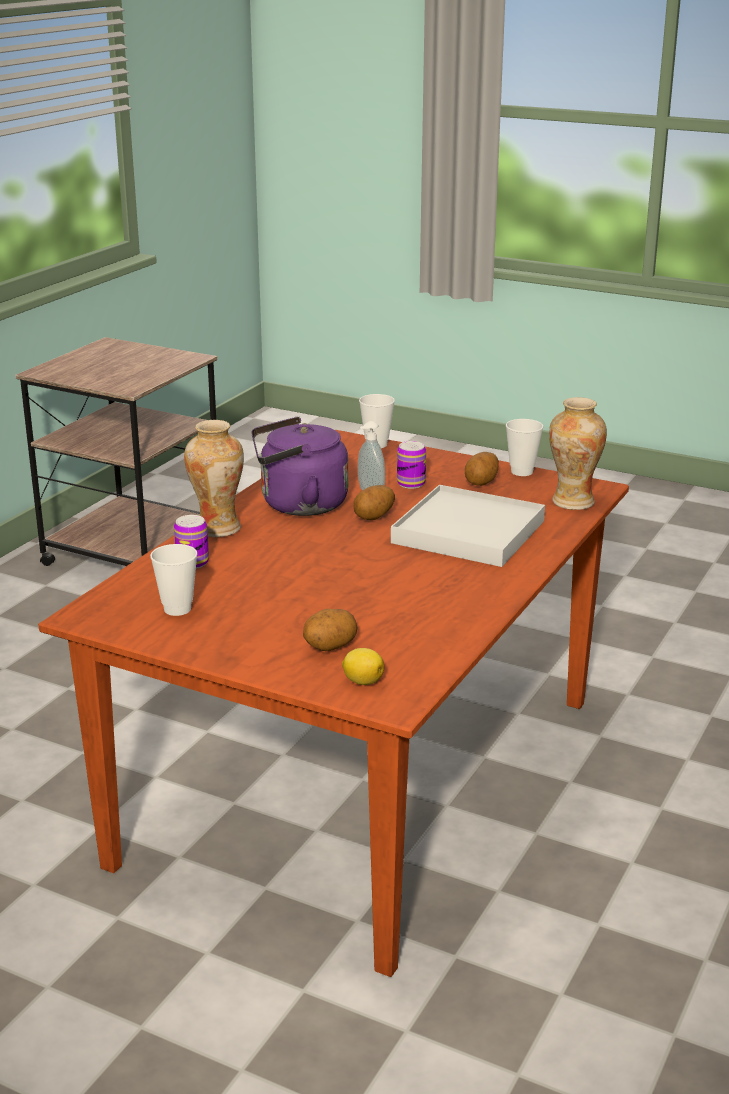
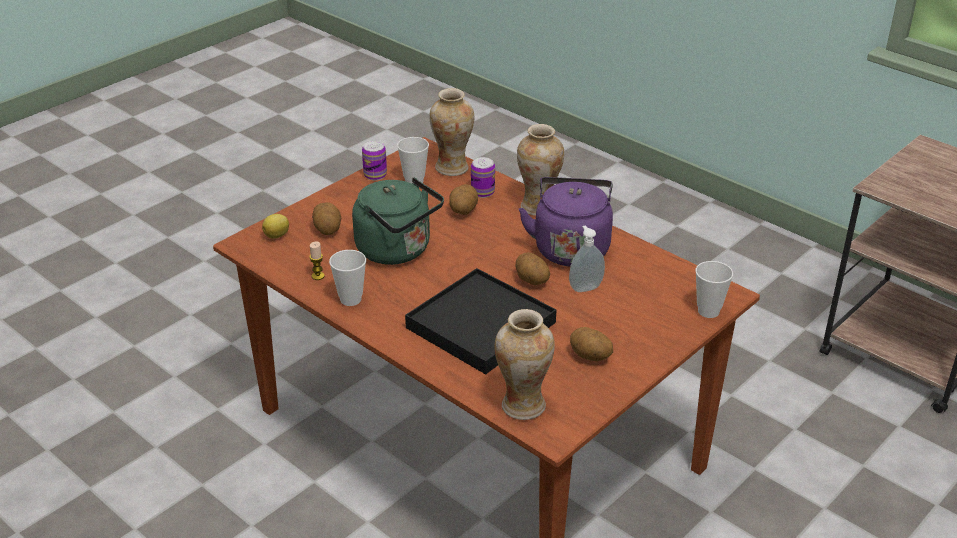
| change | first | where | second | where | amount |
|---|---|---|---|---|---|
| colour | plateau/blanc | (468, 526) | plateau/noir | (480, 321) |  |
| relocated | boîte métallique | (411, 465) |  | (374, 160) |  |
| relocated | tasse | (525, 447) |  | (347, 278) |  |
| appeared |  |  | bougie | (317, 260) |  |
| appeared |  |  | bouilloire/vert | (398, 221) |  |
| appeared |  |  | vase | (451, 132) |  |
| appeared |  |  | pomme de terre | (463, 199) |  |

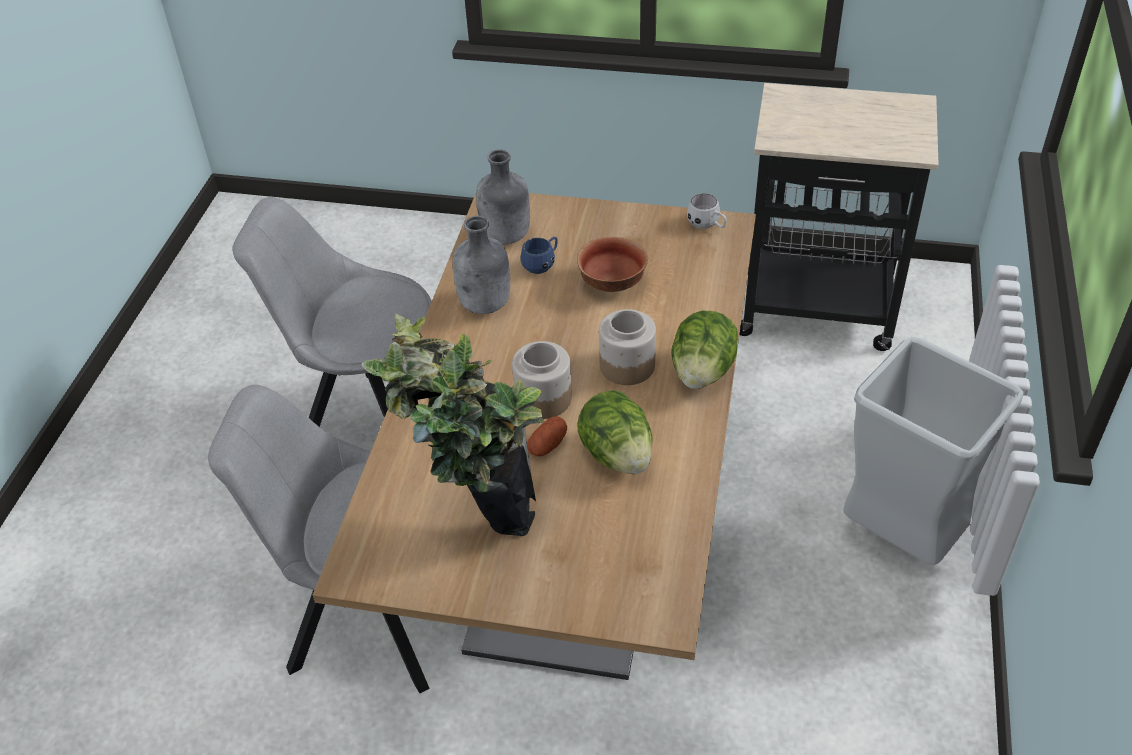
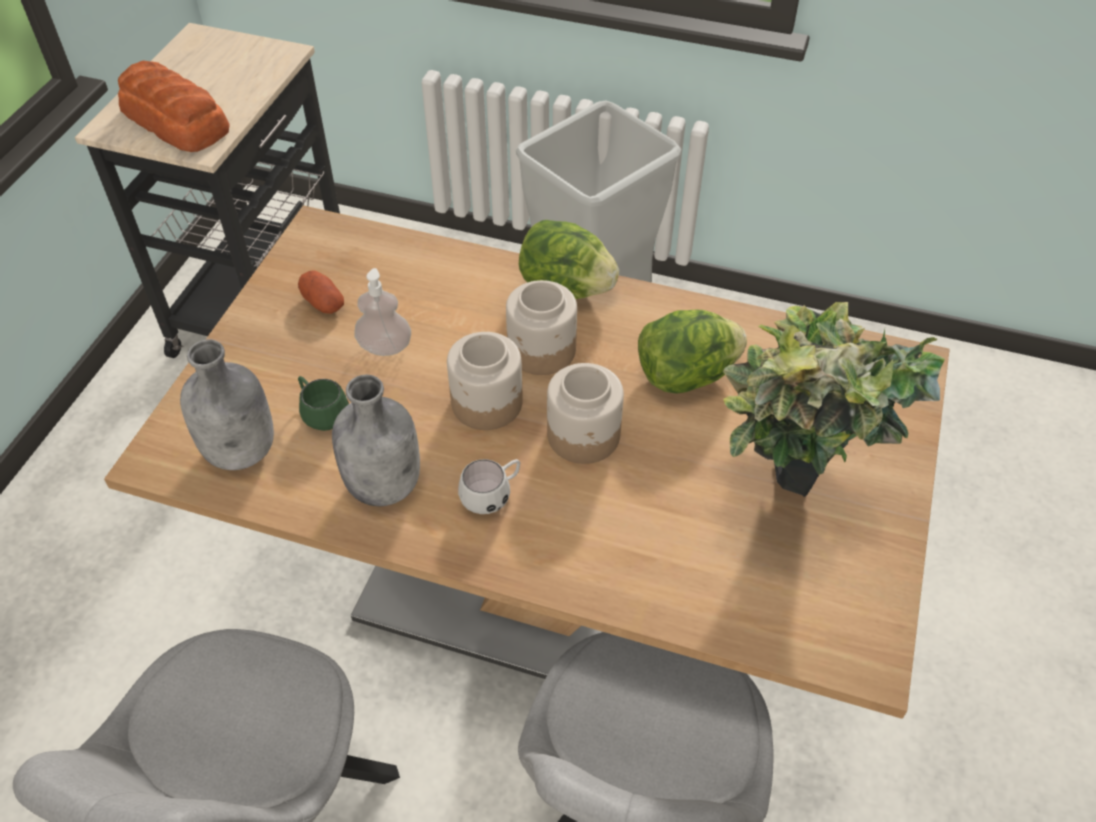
| change | first | where | second | where | amount |
|---|---|---|---|---|---|
| colour | mug/bleu | (539, 255) | mug/vert | (323, 403) |  |
| relocated | pomme de terre | (547, 436) |  | (321, 292) |  |
| exchanged | bol | (612, 264) | distributeur de savon | (382, 312) |  |
| relocated | mug/blanc | (707, 211) |  | (489, 486) |  |
| appeared |  |  | pain | (174, 106) |  |
| appeared |  |  | bocal | (485, 381) |  |

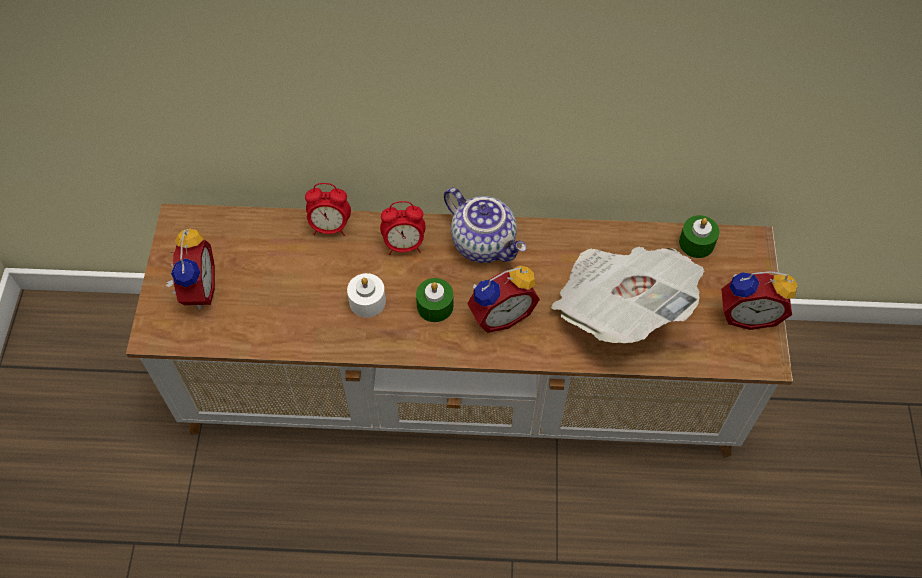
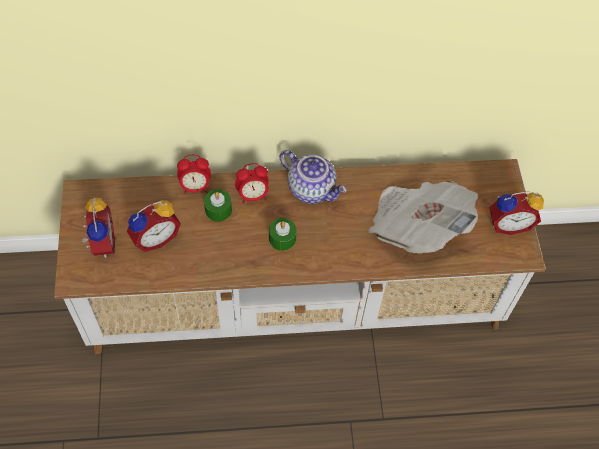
| change | first | where | second | where | amount |
|---|---|---|---|---|---|
| missing | bougie/blanc | (366, 295) |  |  |  |
| relocated | réveil | (503, 299) |  | (154, 226) |  |
| relocated | bougie/vert | (699, 236) |  | (218, 205) |  |

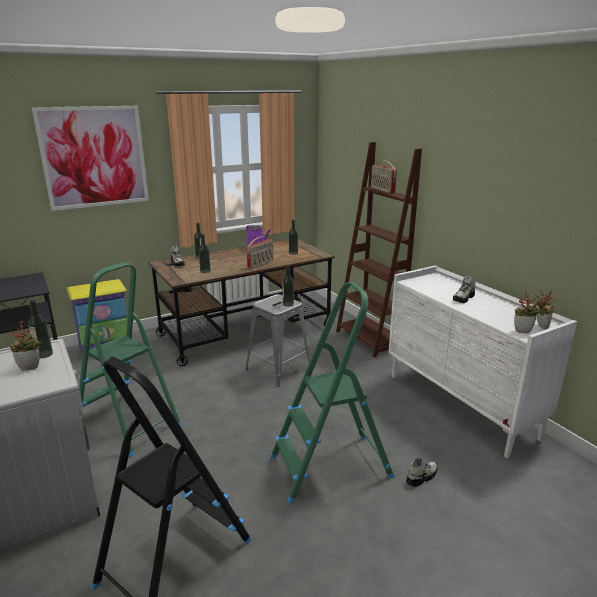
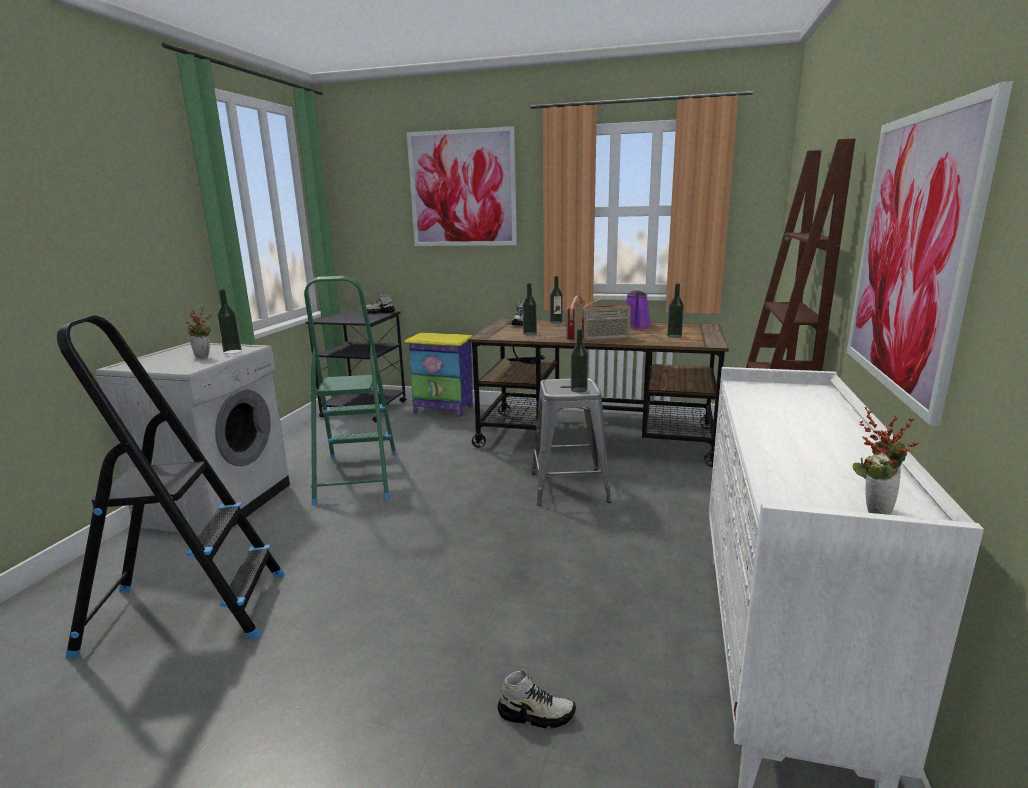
| change | first | where | second | where | amount |
|---|---|---|---|---|---|
| missing | escabeau/vert | (332, 392) |  |  |  |
| relocated | radio | (384, 177) |  | (575, 318) |  |
| relocated | chaussure | (464, 289) |  | (380, 303) |  |
| missing | plante en pot | (527, 311) |  |  |  |
| appeared |  |  | tableau | (930, 253) |  |

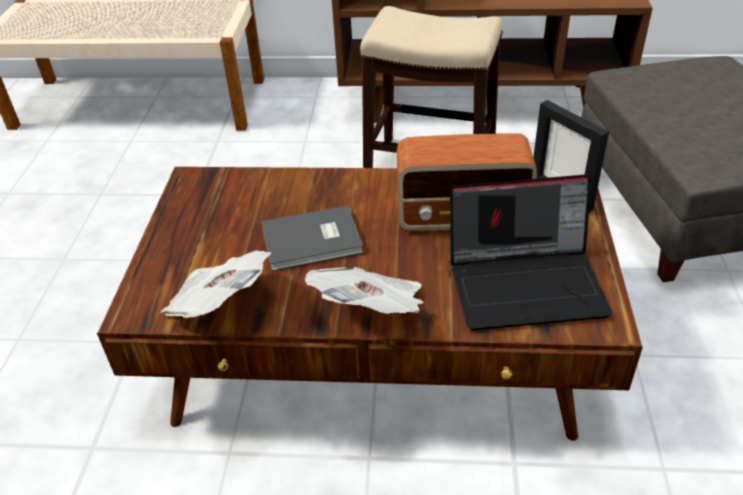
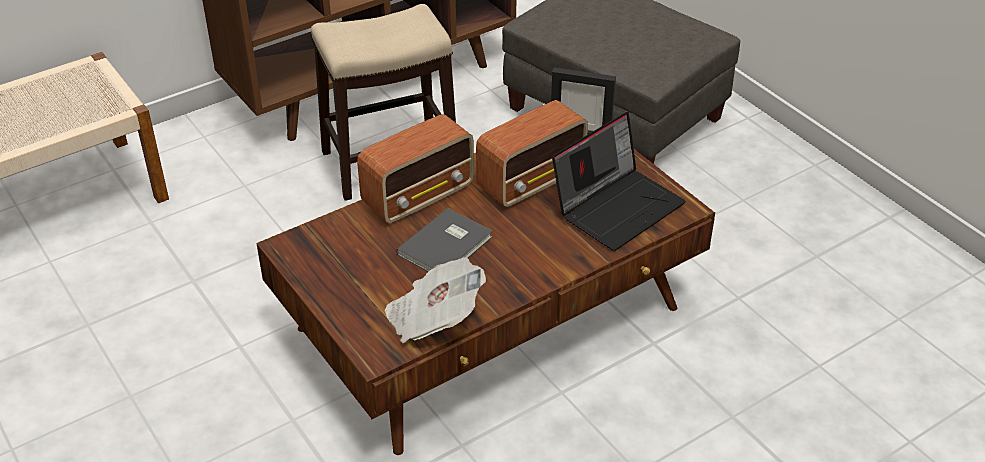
| change | first | where | second | where | amount |
|---|---|---|---|---|---|
| missing | journal | (364, 290) |  |  |  |
| appeared |  |  | radio | (415, 168) |  |

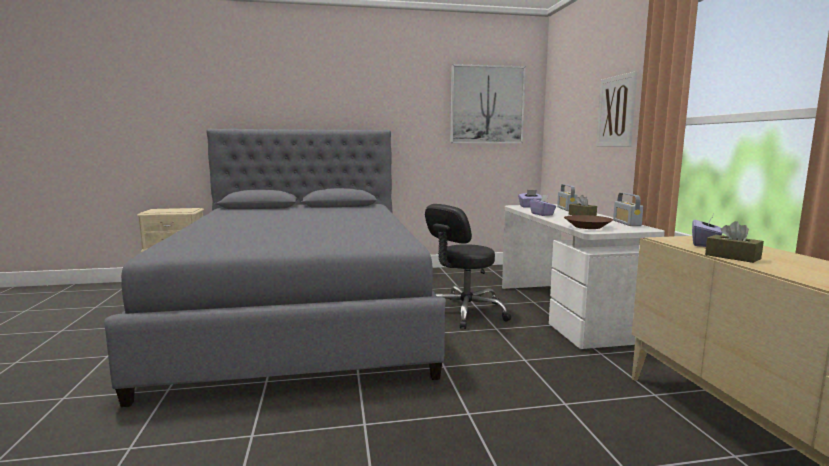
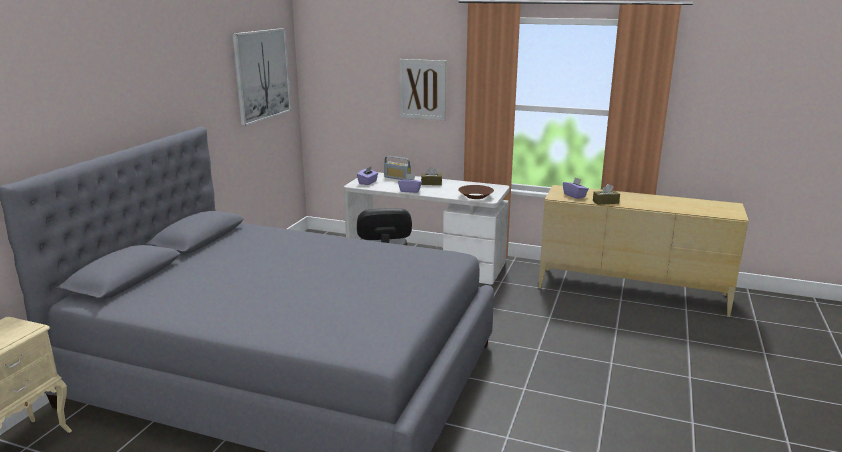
| change | first | where | second | where | amount |
|---|---|---|---|---|---|
| missing | radio | (628, 209) |  |  |  |

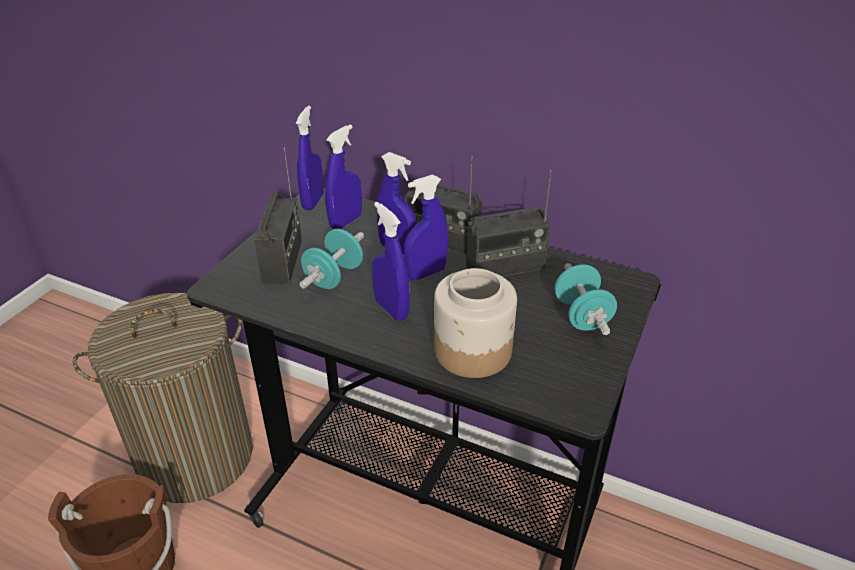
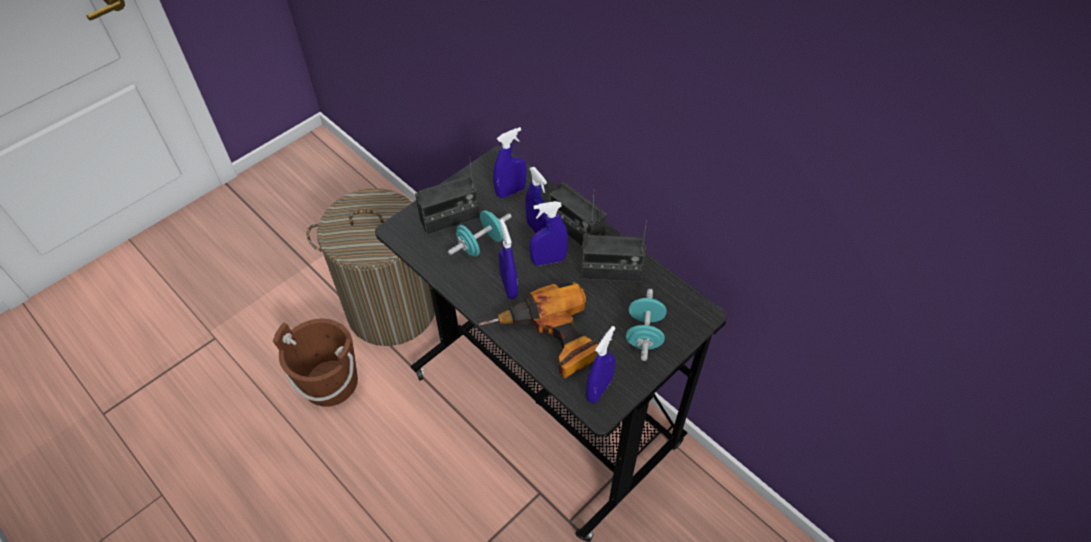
| change | first | where | second | where | amount |
|---|---|---|---|---|---|
| spun | radio | (278, 215) |  | (447, 195) | 45 degrees clockwise |
| relocated | vaporisateur/bleu | (310, 158) |  | (601, 364) |  |
| exchanged | bocal | (475, 323) | perceuse | (539, 330) |  |

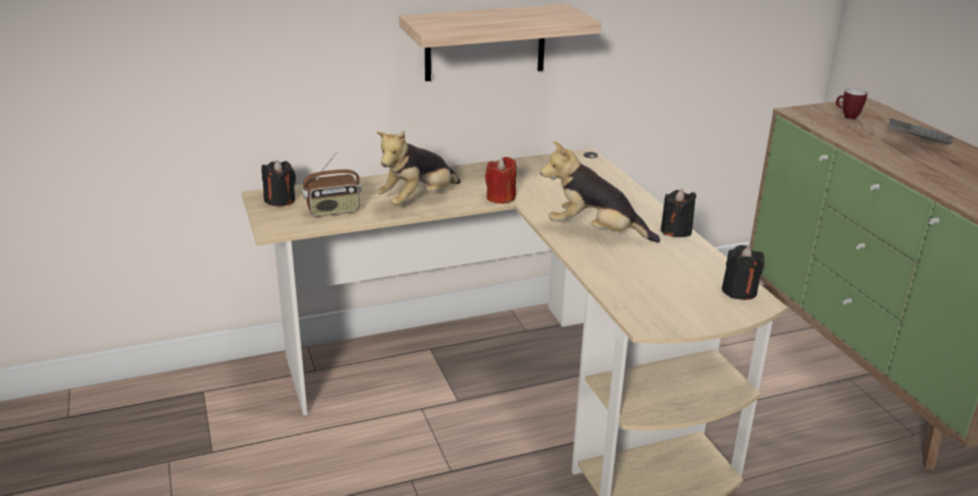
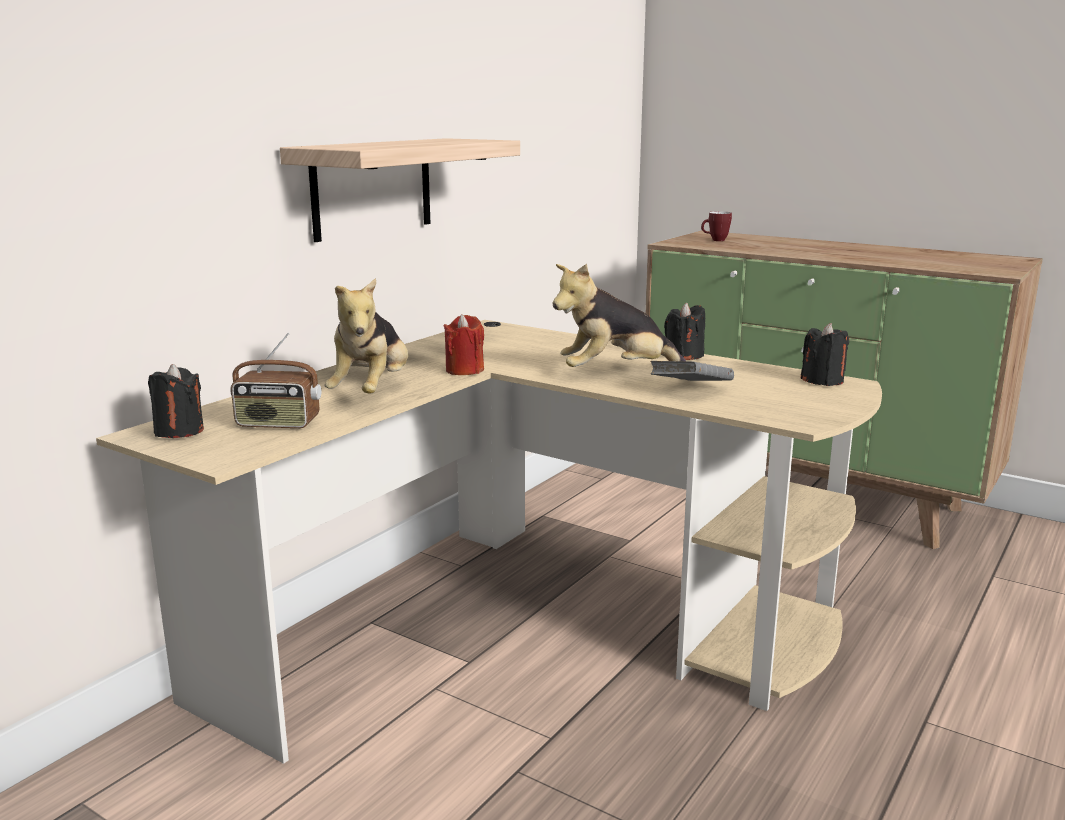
| change | first | where | second | where | amount |
|---|---|---|---|---|---|
| spun | radio | (332, 184) |  | (275, 380) | 60 degrees clockwise |
| relocated | livre/gris | (920, 131) |  | (692, 371) |  |

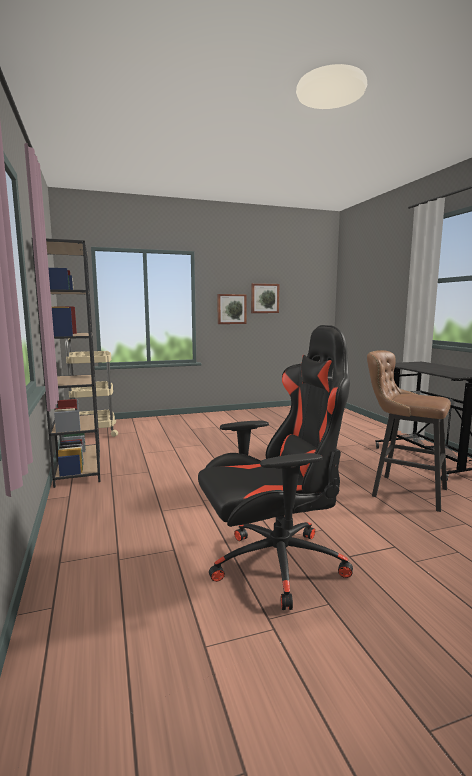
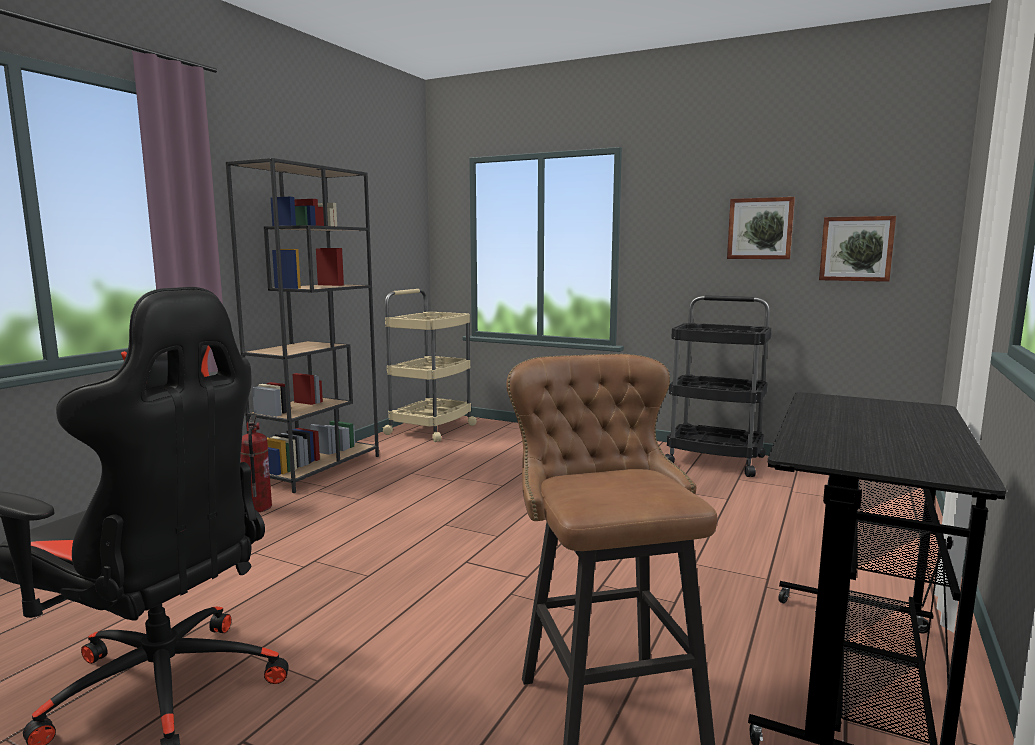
| change | first | where | second | where | amount |
|---|---|---|---|---|---|
| relocated | tableau | (232, 309) |  | (857, 249) |  |
| appeared |  |  | extincteur | (256, 463) |  |
| appeared |  |  | chariot/noir | (718, 386) |  |

